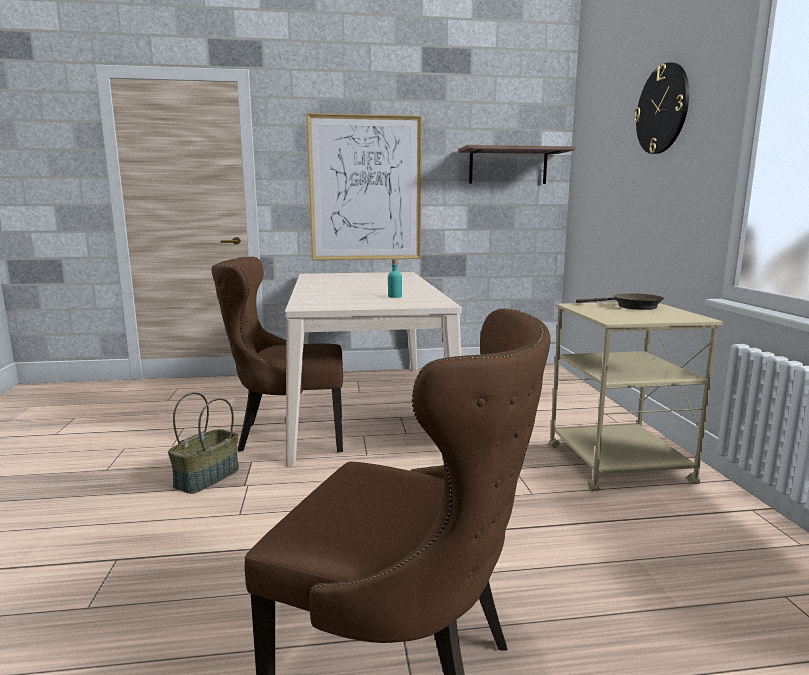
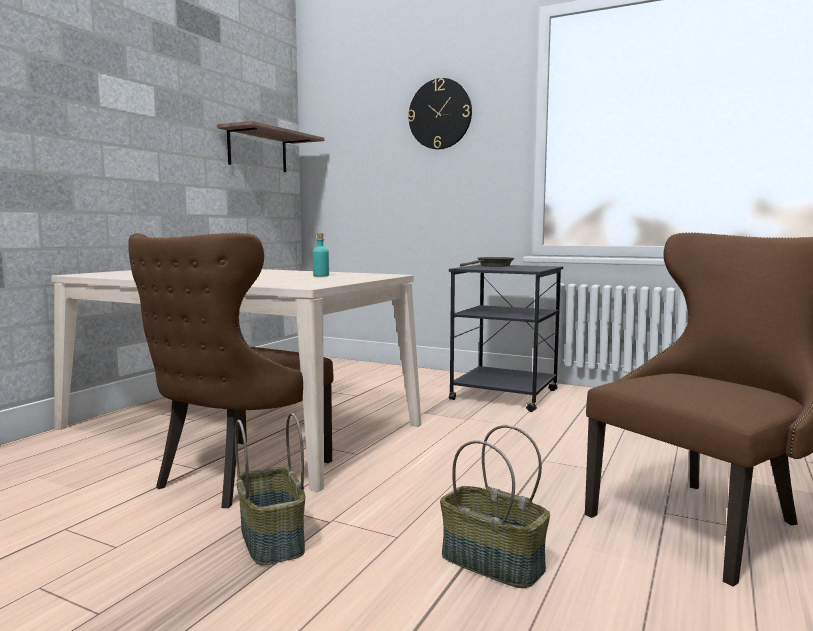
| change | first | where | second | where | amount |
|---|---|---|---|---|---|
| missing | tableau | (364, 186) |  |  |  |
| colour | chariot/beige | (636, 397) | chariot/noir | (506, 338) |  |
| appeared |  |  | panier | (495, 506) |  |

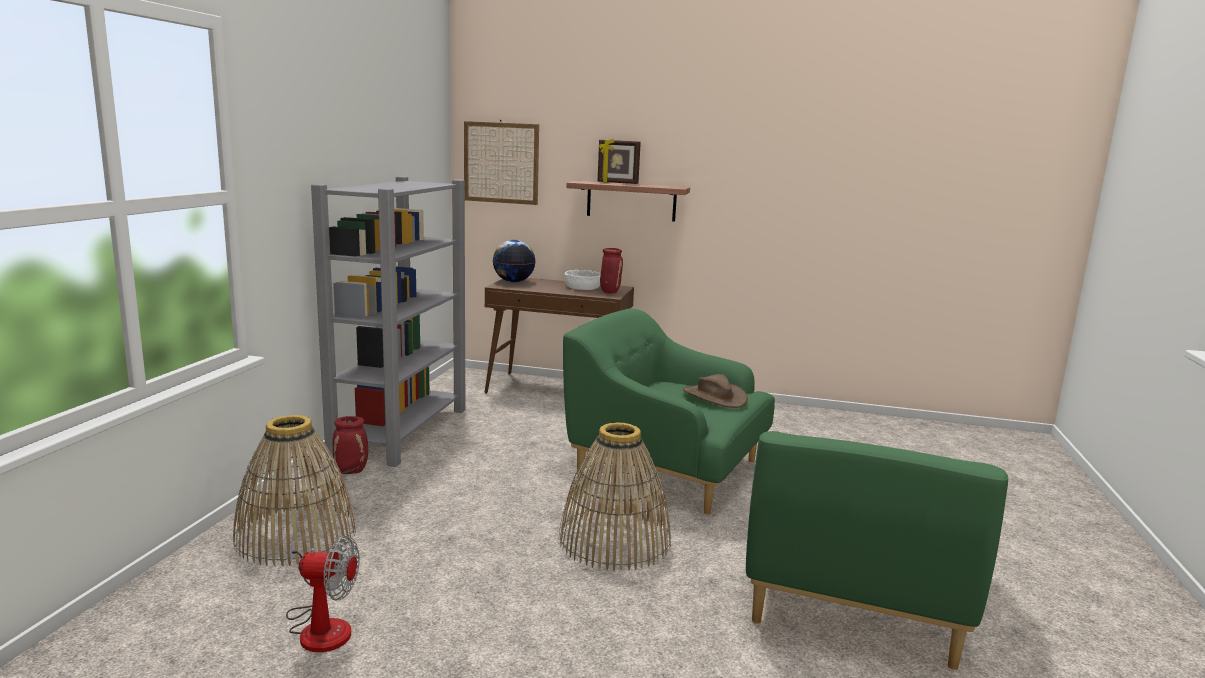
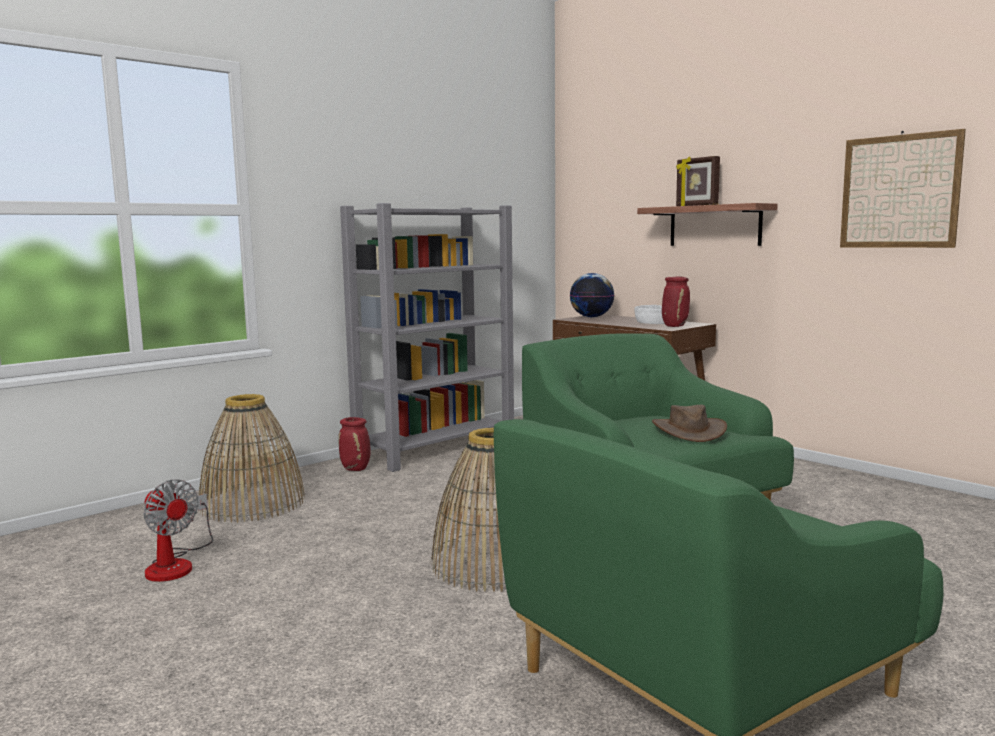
| change | first | where | second | where | amount |
|---|---|---|---|---|---|
| relocated | tableau | (501, 162) |  | (903, 188) |  |

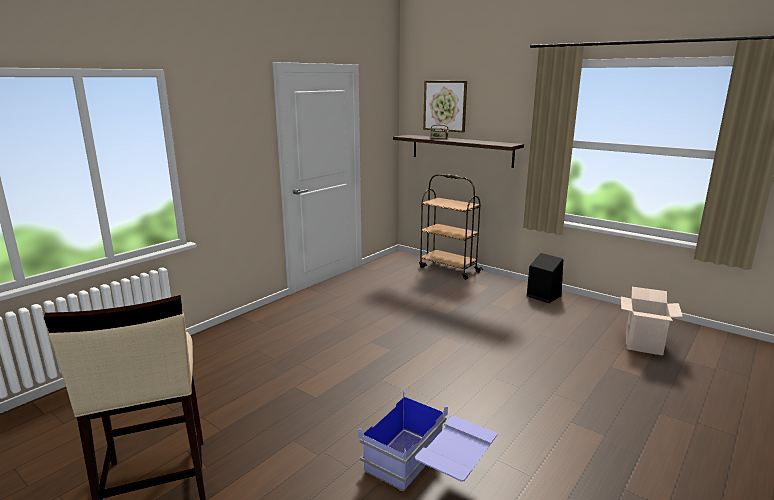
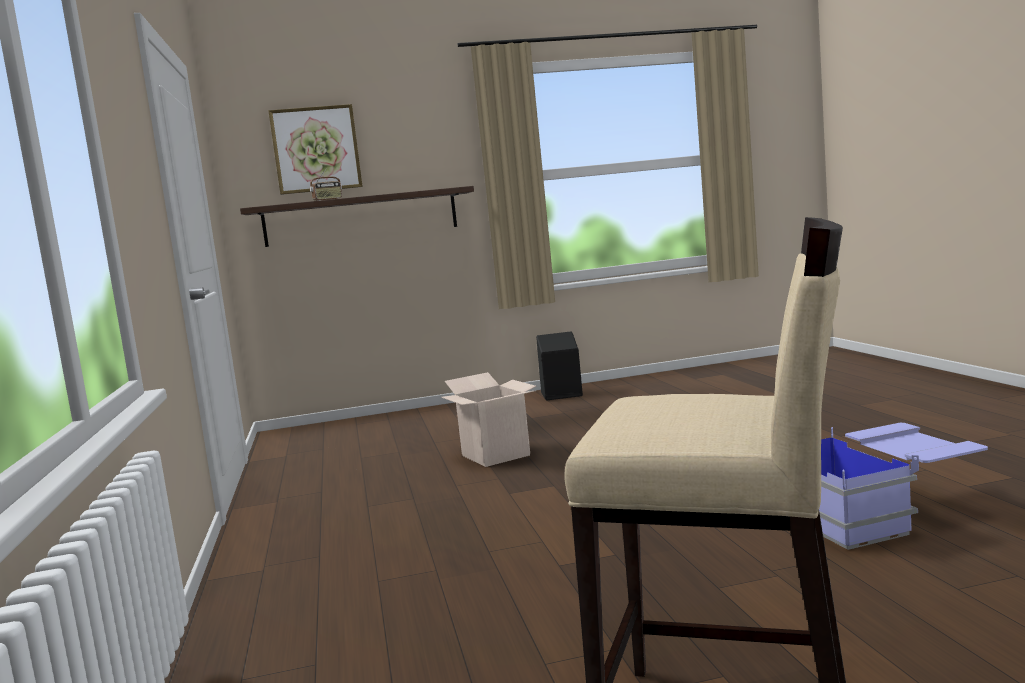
| change | first | where | second | where | amount |
|---|---|---|---|---|---|
| missing | chariot/marron | (451, 227) |  |  |  |
| relocated | carton | (652, 321) |  | (489, 419) |  |

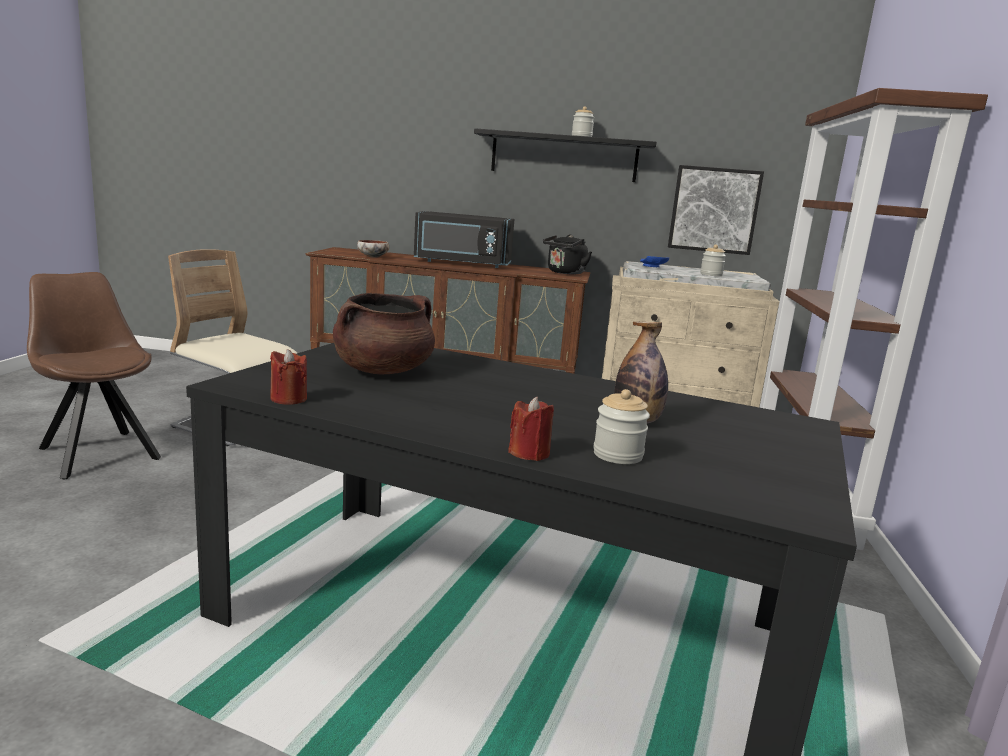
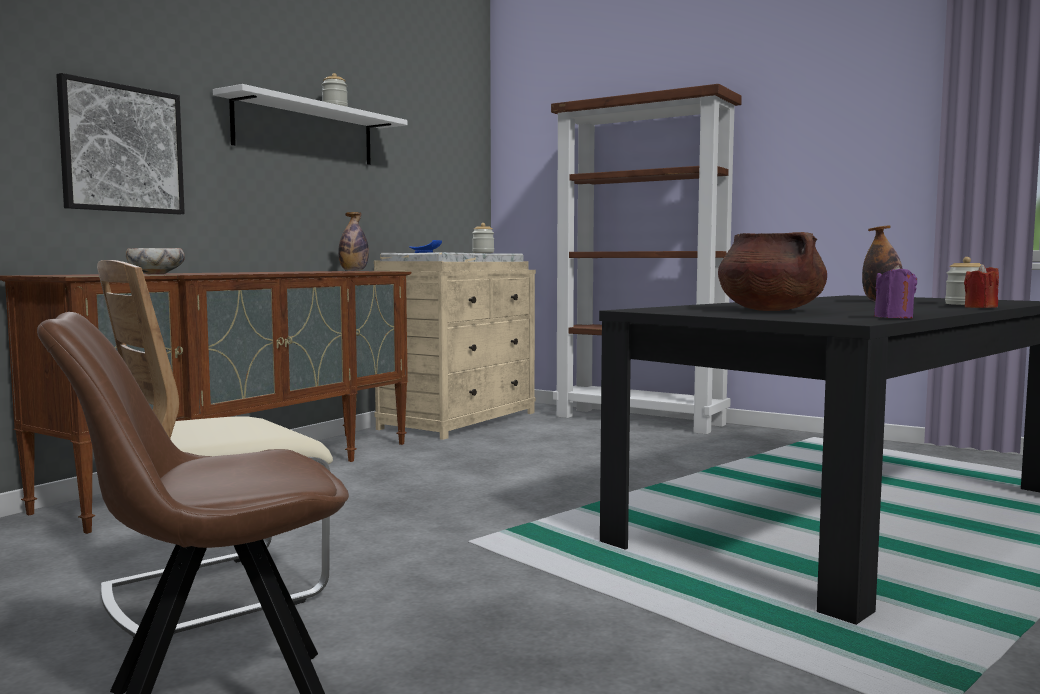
| change | first | where | second | where | amount |
|---|---|---|---|---|---|
| colour | bougie/rouge | (288, 377) | bougie/violet | (895, 291) |  |
| missing | micro-ondes/noir | (464, 239) |  |  |  |
| colour | étagère/noir | (565, 155) | étagère/blanc | (310, 124) |  |
| exchanged | bouilloire/noir | (567, 254) | bouteille | (353, 241) |  |
| relocated | tableau | (716, 210) |  | (120, 143) |  |

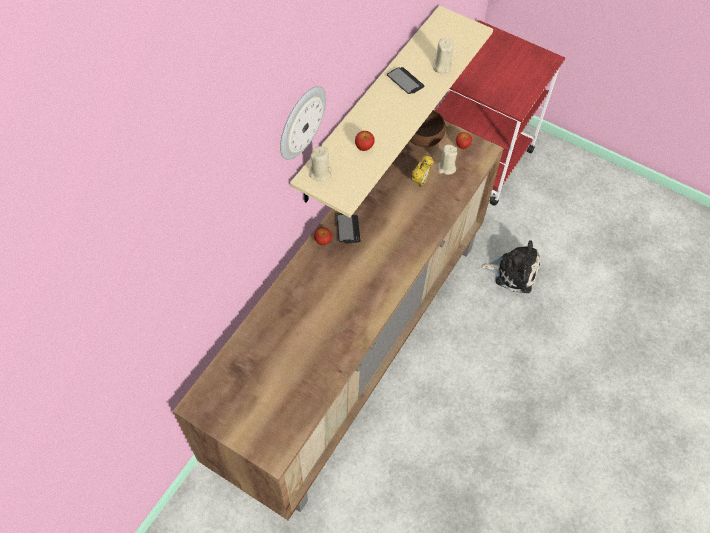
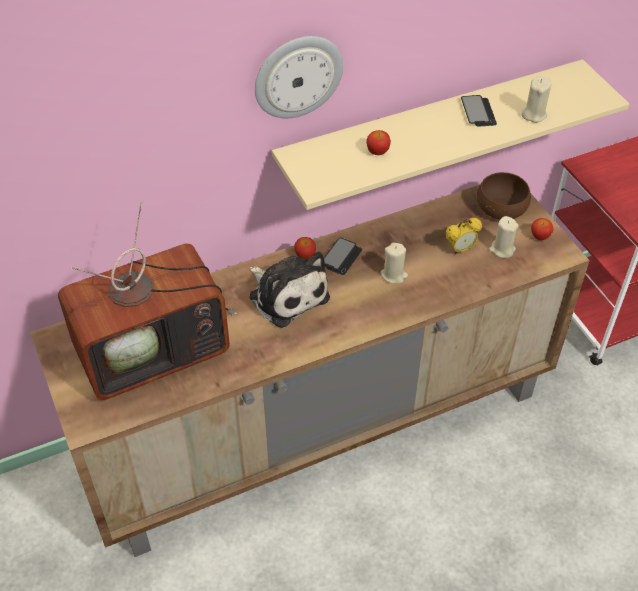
| change | first | where | second | where | amount |
|---|---|---|---|---|---|
| relocated | bougie/beige | (321, 163) |  | (394, 263) |  |
| relocated | peluche | (510, 266) |  | (289, 290) |  |
| appeared |  |  | téléviseur | (147, 300) |  |

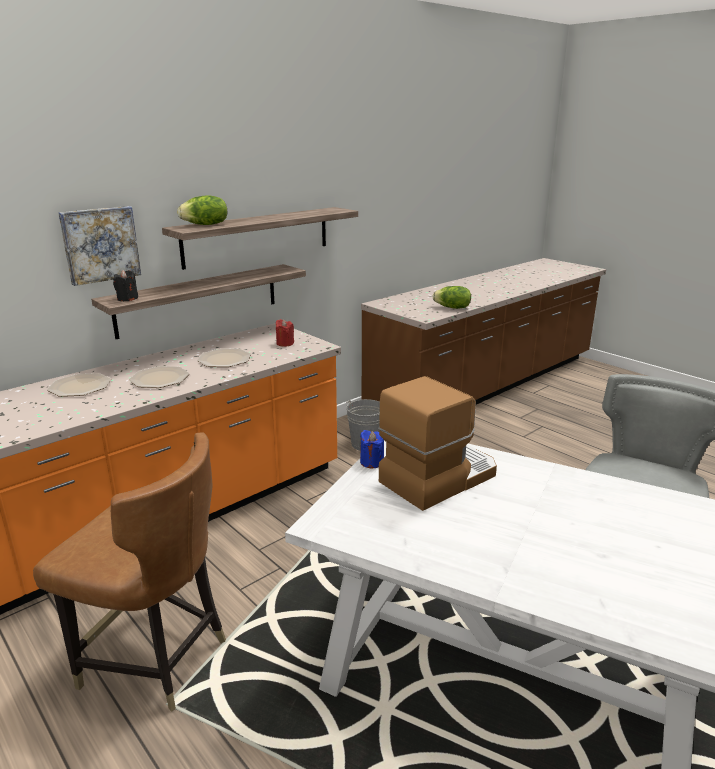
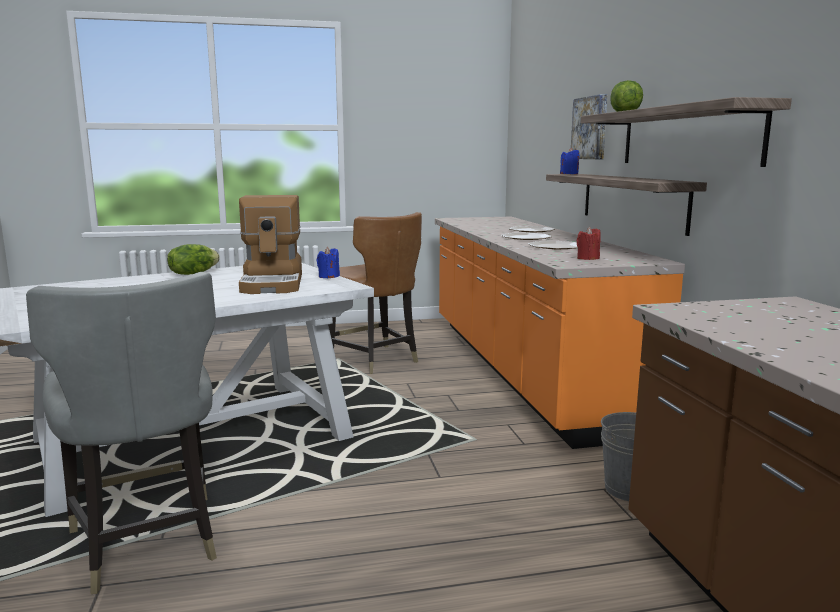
| change | first | where | second | where | amount |
|---|---|---|---|---|---|
| spun | chaise/marron | (129, 572) |  | (375, 293) | 90 degrees counterclockwise |
| colour | bougie/noir | (125, 285) | bougie/bleu | (570, 161) |  |
| relocated | laitue | (451, 297) |  | (193, 259) |  |

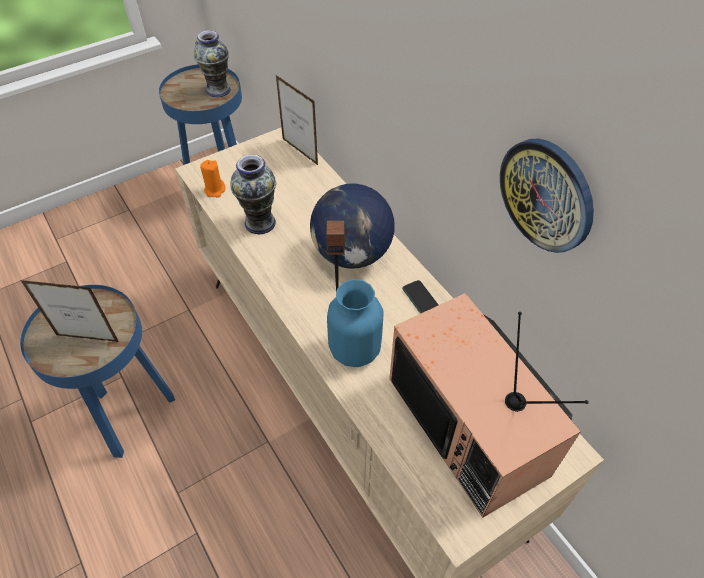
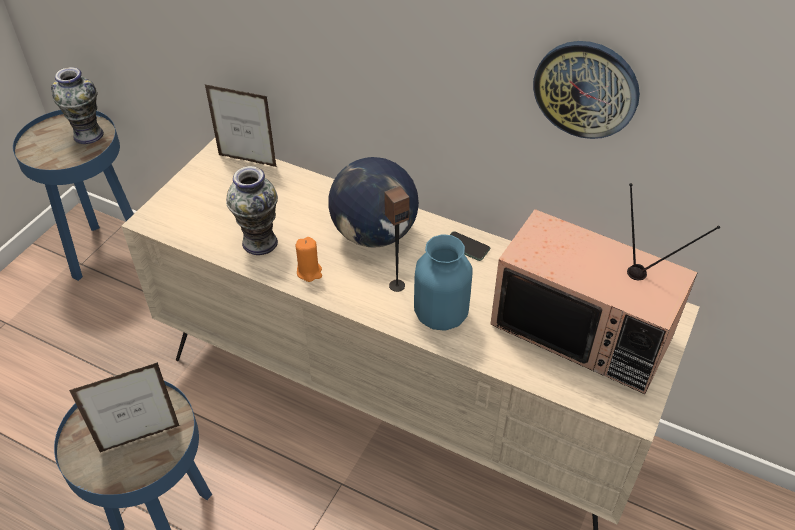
| change | first | where | second | where | amount |
|---|---|---|---|---|---|
| relocated | bougie/orange | (213, 179) |  | (309, 259) |  |

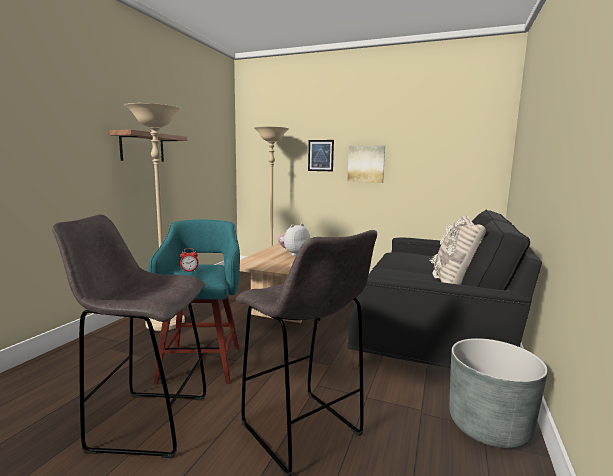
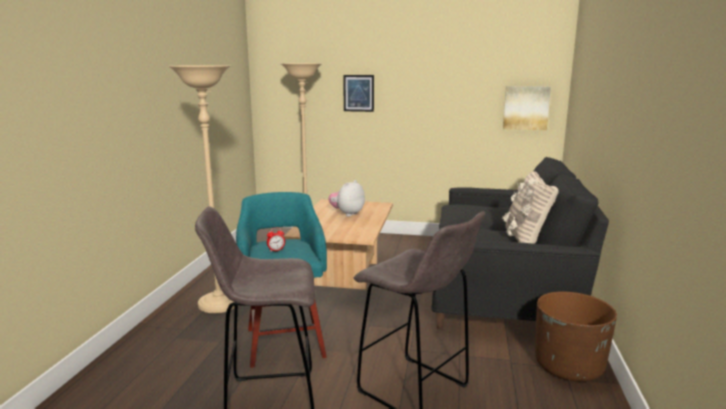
| change | first | where | second | where | amount |
|---|---|---|---|---|---|
| missing | étagère | (148, 146) |  |  |  |
| relocated | tableau | (366, 164) |  | (527, 108) |  |
| colour | cache-pot/gris | (498, 393) | cache-pot/marron | (576, 336) |  |

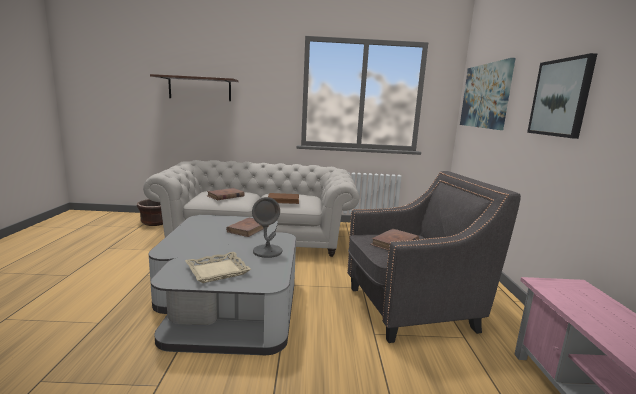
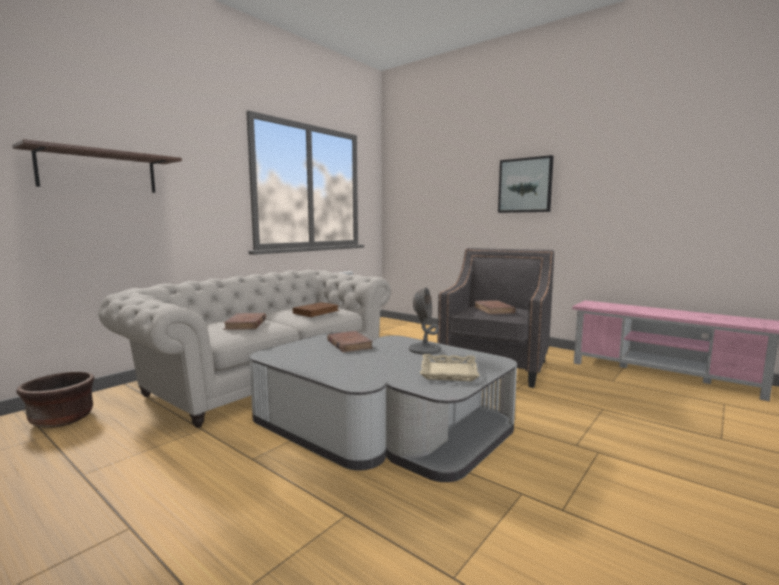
| change | first | where | second | where | amount |
|---|---|---|---|---|---|
| missing | tableau | (488, 94) |  |  |  |

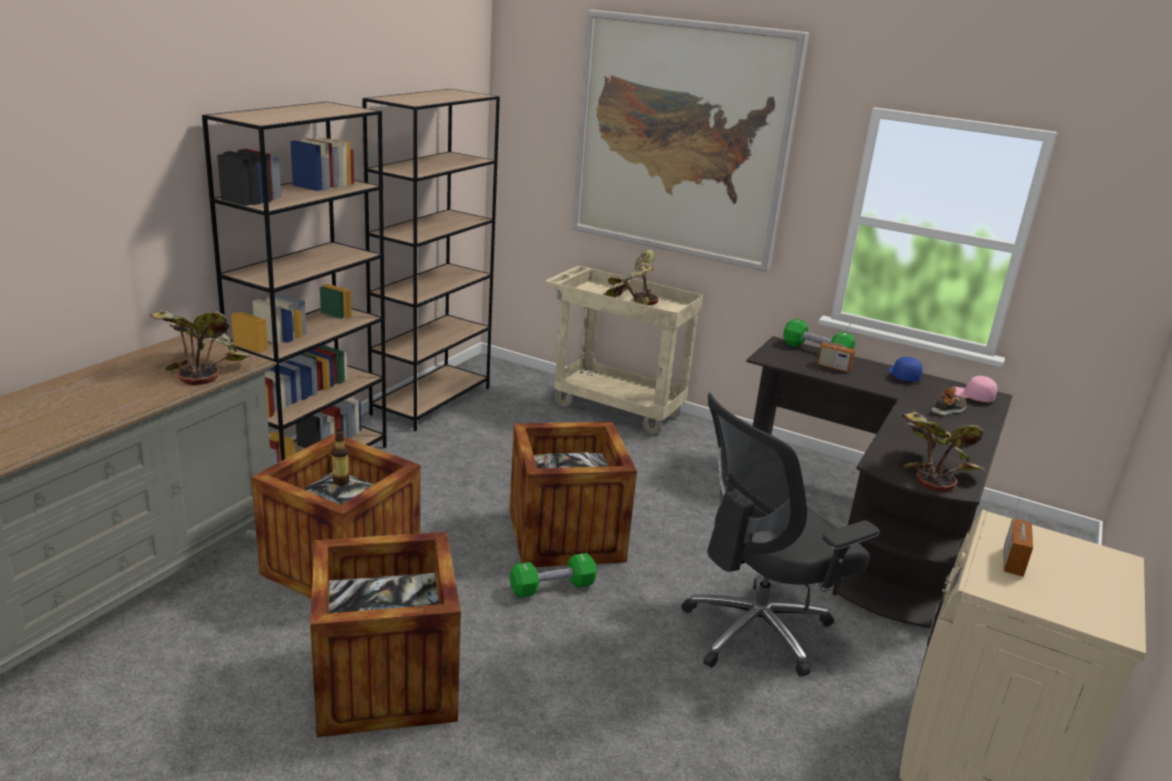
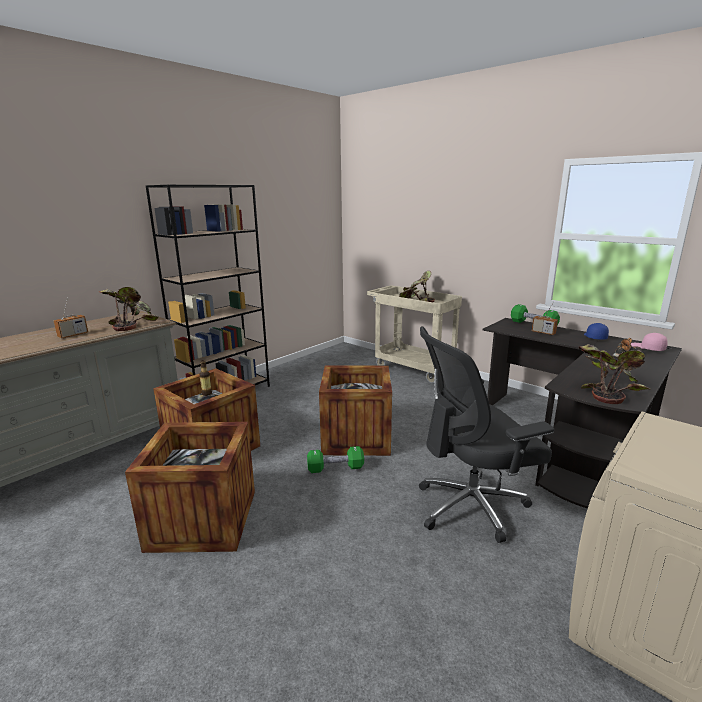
| change | first | where | second | where | amount |
|---|---|---|---|---|---|
| missing | bibliothèque/beige | (431, 260) |  |  |  |
| missing | tableau | (690, 141) |  |  |  |
| relocated | radio | (1018, 534) |  | (70, 318) |  |

